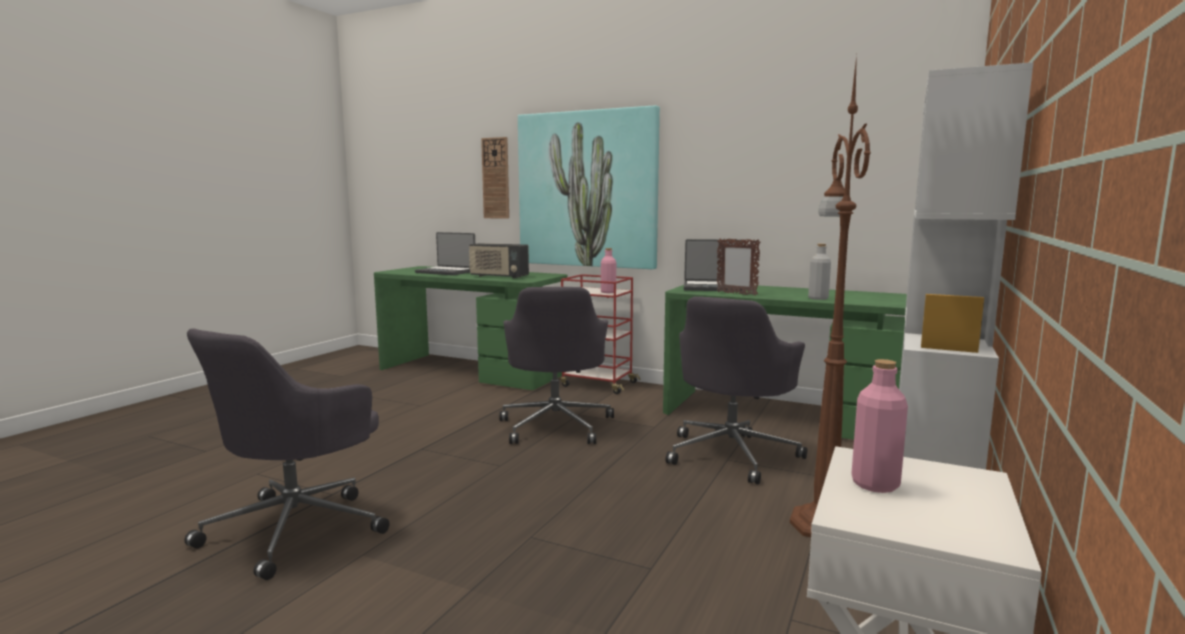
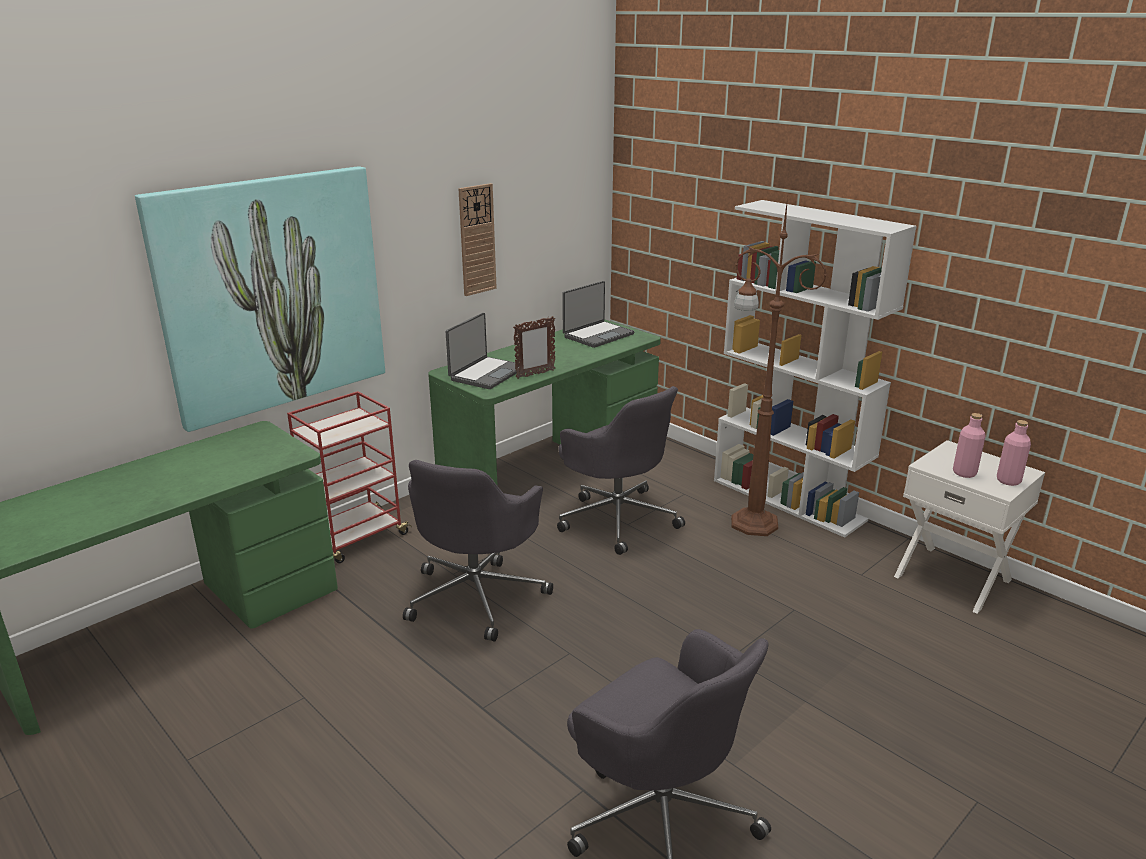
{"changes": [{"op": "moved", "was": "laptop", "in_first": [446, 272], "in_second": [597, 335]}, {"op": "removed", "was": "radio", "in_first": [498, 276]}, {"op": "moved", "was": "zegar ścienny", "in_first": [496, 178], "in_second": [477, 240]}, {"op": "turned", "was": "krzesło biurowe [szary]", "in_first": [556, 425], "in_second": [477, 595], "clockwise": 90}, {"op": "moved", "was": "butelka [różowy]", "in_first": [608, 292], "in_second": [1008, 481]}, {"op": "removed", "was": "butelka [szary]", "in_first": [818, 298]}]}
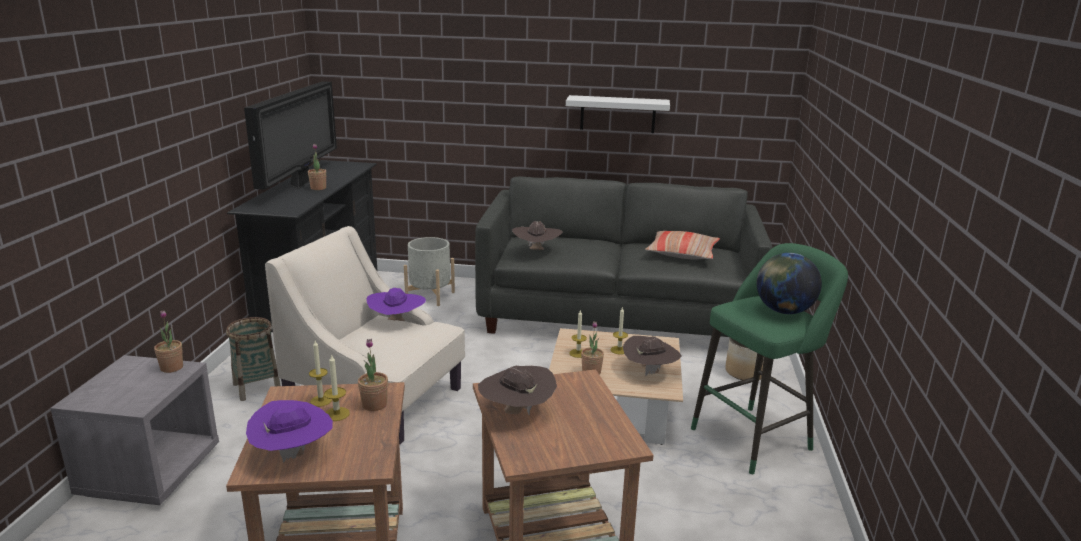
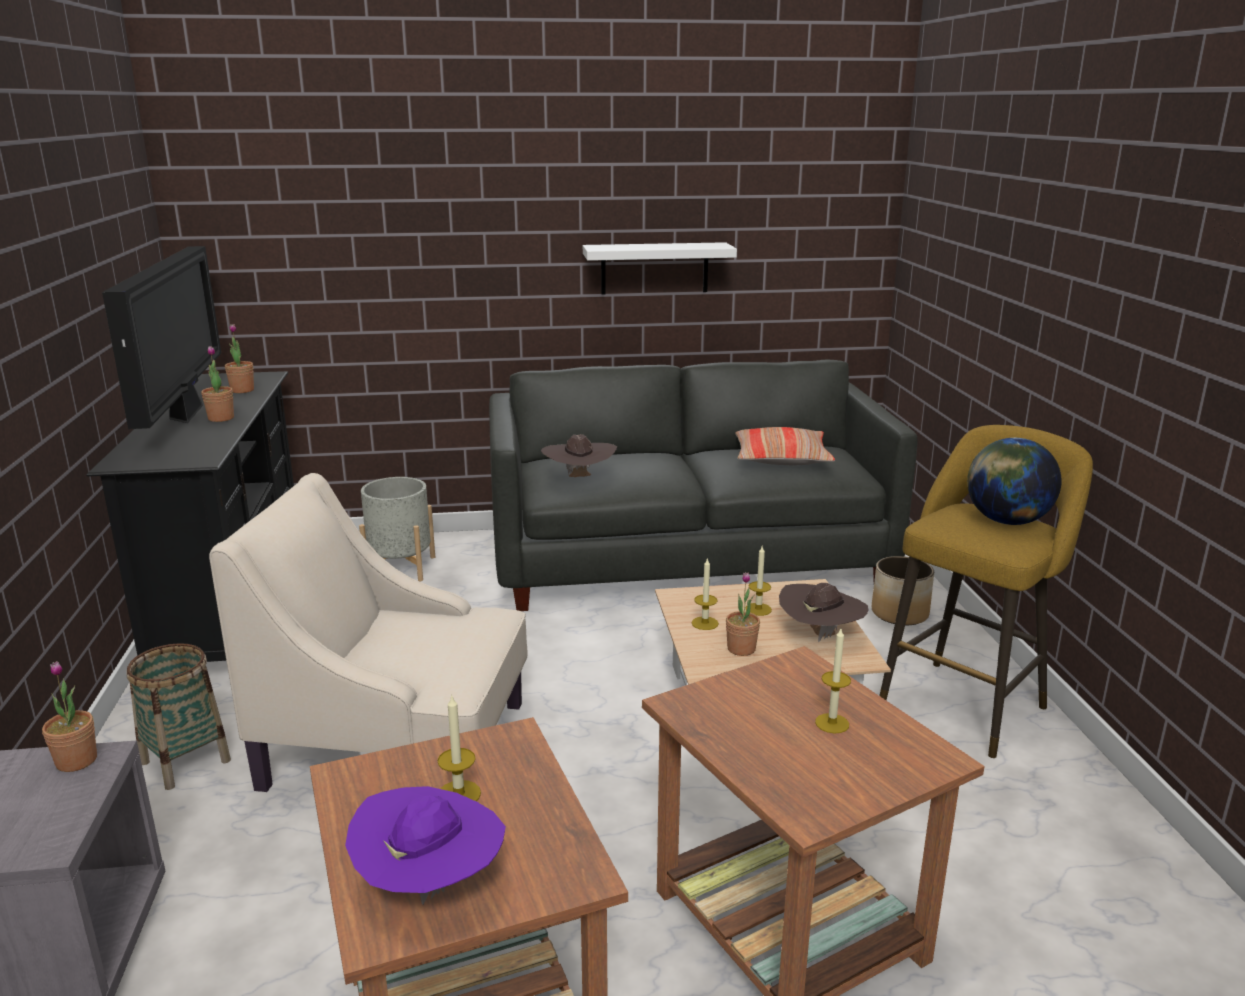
{"changes": [{"op": "moved", "was": "świeca", "in_first": [321, 401], "in_second": [832, 723]}, {"op": "moved", "was": "roślina doniczkowa", "in_first": [374, 405], "in_second": [242, 390]}, {"op": "removed", "was": "kapelusz [fioletowy]", "in_first": [397, 322]}, {"op": "removed", "was": "kapelusz [brązowy]", "in_first": [516, 412]}, {"op": "recoloured", "was": "stołek [zielony]", "now": "stołek [żółty]", "in_first": [756, 437], "in_second": [967, 703]}]}
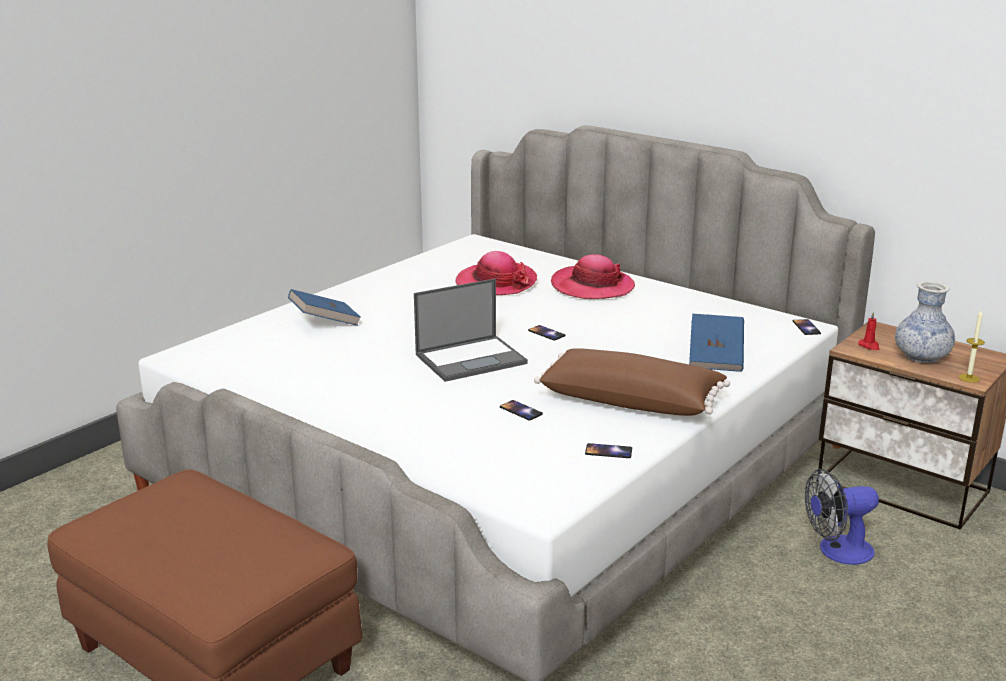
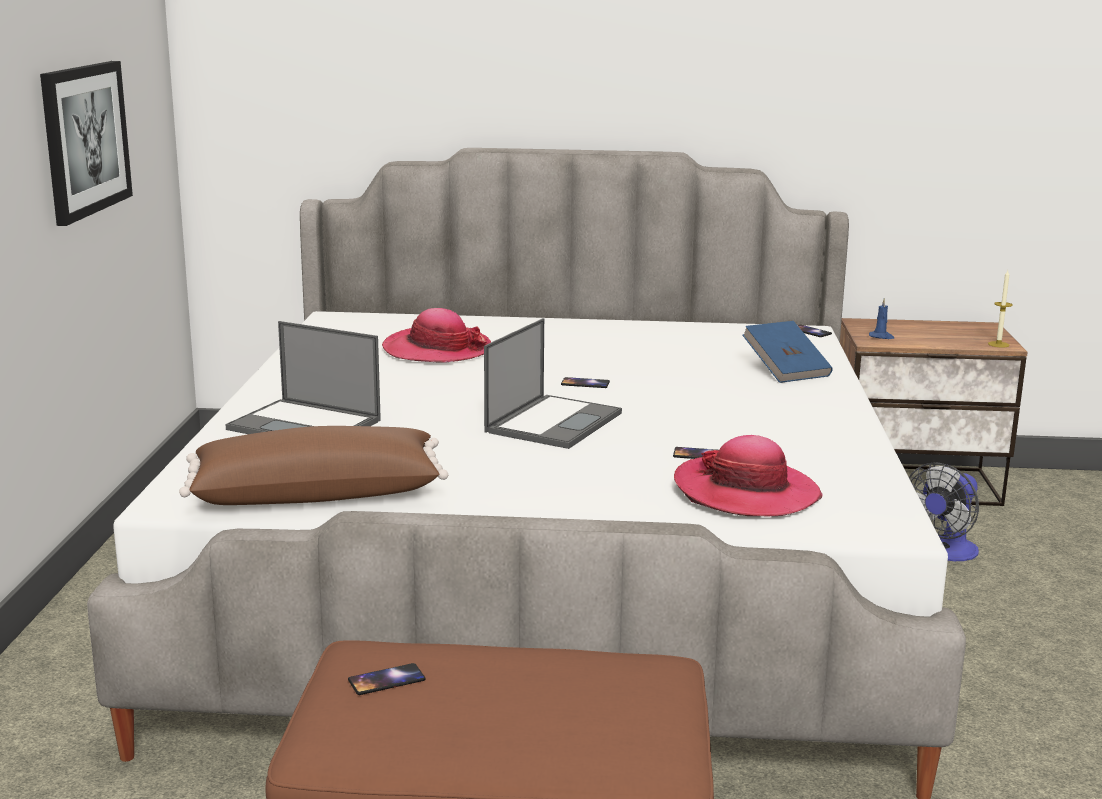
{"changes": [{"op": "replaced", "was": "książka [niebieski]", "now": "laptop", "in_first": [325, 322], "in_second": [306, 425]}, {"op": "moved", "was": "poduszka [brązowy]", "in_first": [631, 401], "in_second": [317, 494]}, {"op": "moved", "was": "kapelusz", "in_first": [592, 287], "in_second": [746, 492]}, {"op": "moved", "was": "telefon", "in_first": [608, 451], "in_second": [387, 680]}, {"op": "recoloured", "was": "świeca [czerwony]", "now": "świeca [niebieski]", "in_first": [869, 346], "in_second": [881, 337]}, {"op": "removed", "was": "wazon", "in_first": [921, 357]}, {"op": "added", "now": "obraz", "in_second": [85, 139]}]}
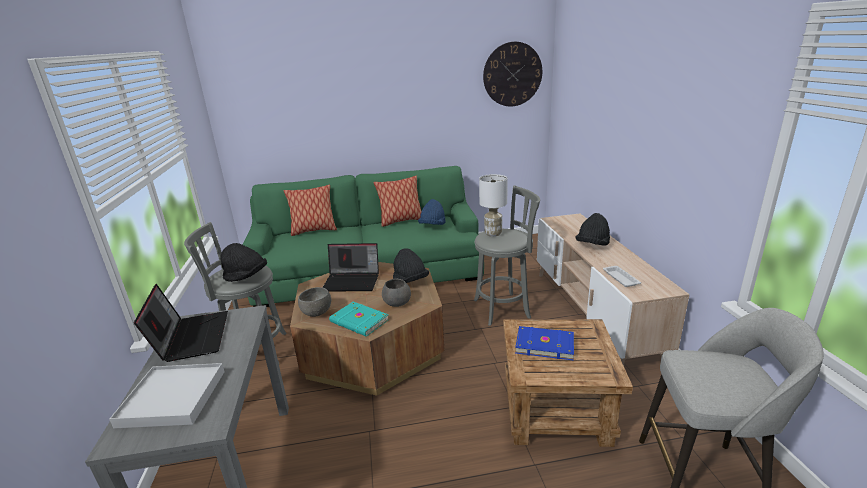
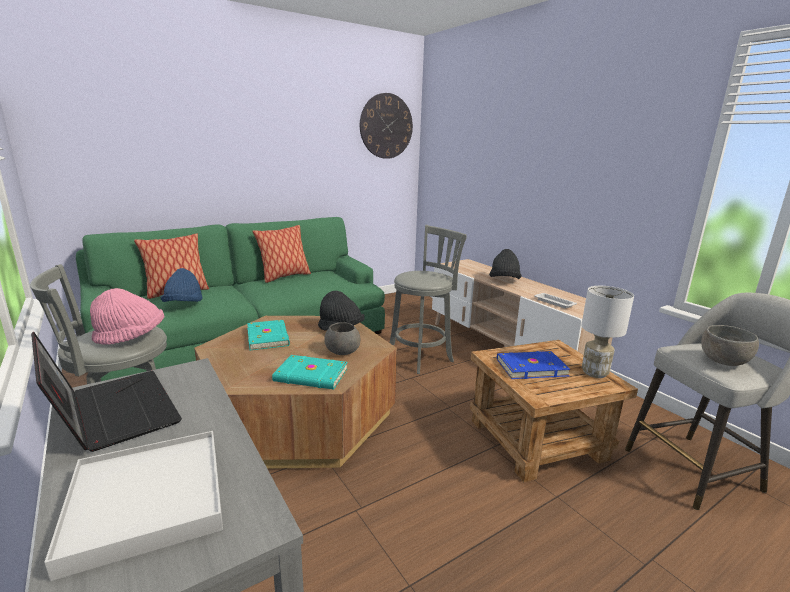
{"changes": [{"op": "recoloured", "was": "kapelusz [czarny]", "now": "kapelusz [różowy]", "in_first": [246, 277], "in_second": [131, 337]}, {"op": "moved", "was": "miska [szary]", "in_first": [317, 312], "in_second": [722, 361]}, {"op": "replaced", "was": "laptop", "now": "książka [turkusowy]", "in_first": [352, 281], "in_second": [269, 337]}, {"op": "moved", "was": "kapelusz [niebieski]", "in_first": [432, 226], "in_second": [183, 304]}, {"op": "moved", "was": "lampa stołowa [biały]", "in_first": [492, 233], "in_second": [594, 373]}]}
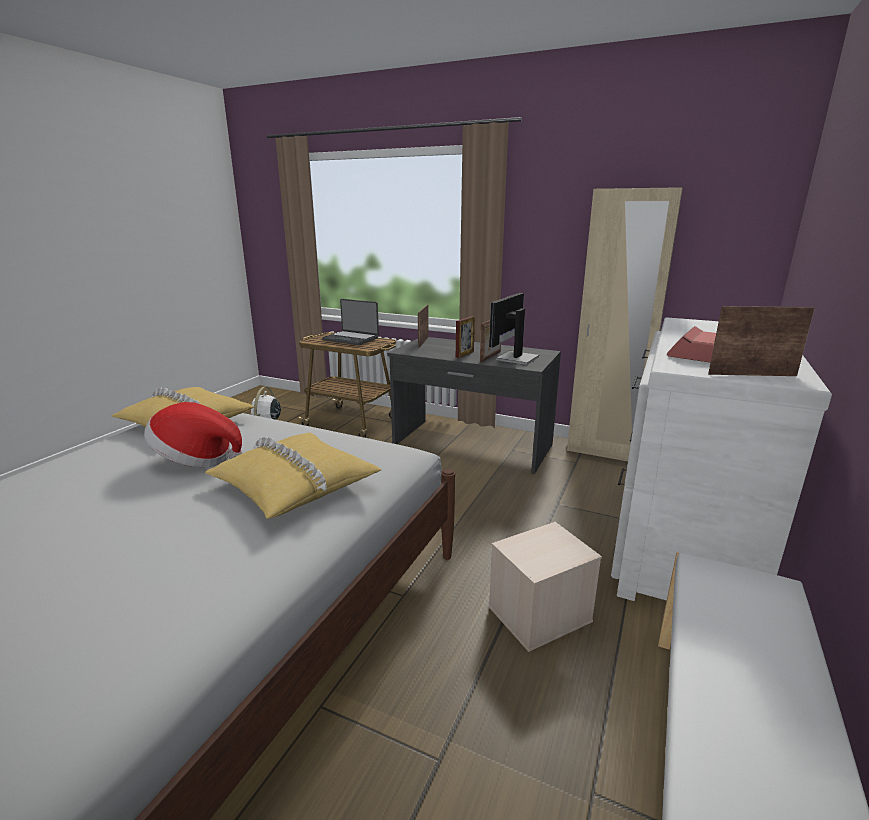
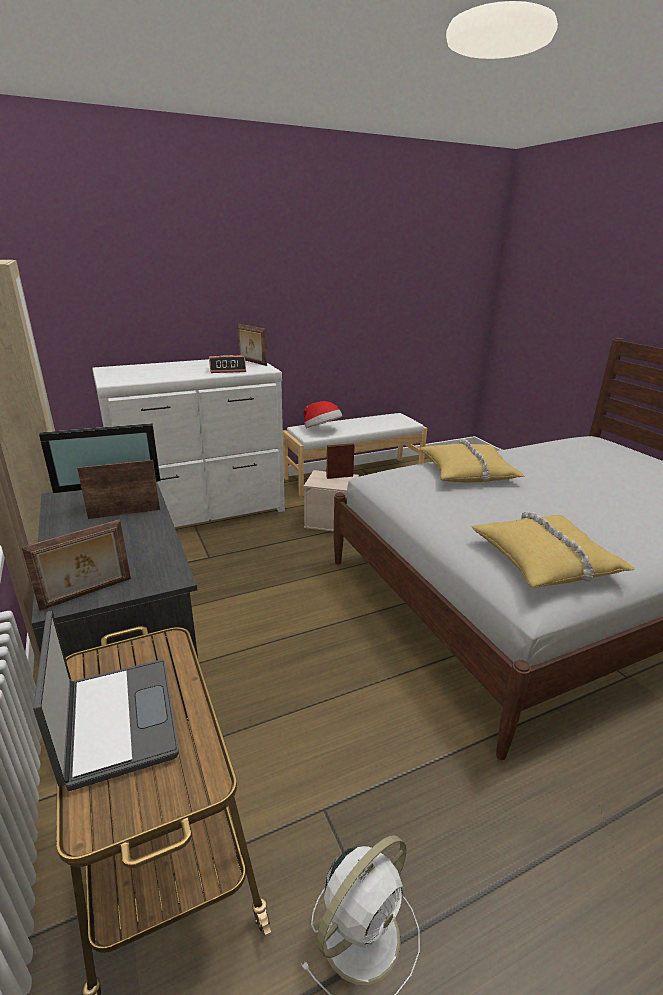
{"changes": [{"op": "moved", "was": "kapelusz", "in_first": [196, 459], "in_second": [322, 430]}, {"op": "moved", "was": "ramka na zdjęcie", "in_first": [464, 354], "in_second": [339, 477]}]}
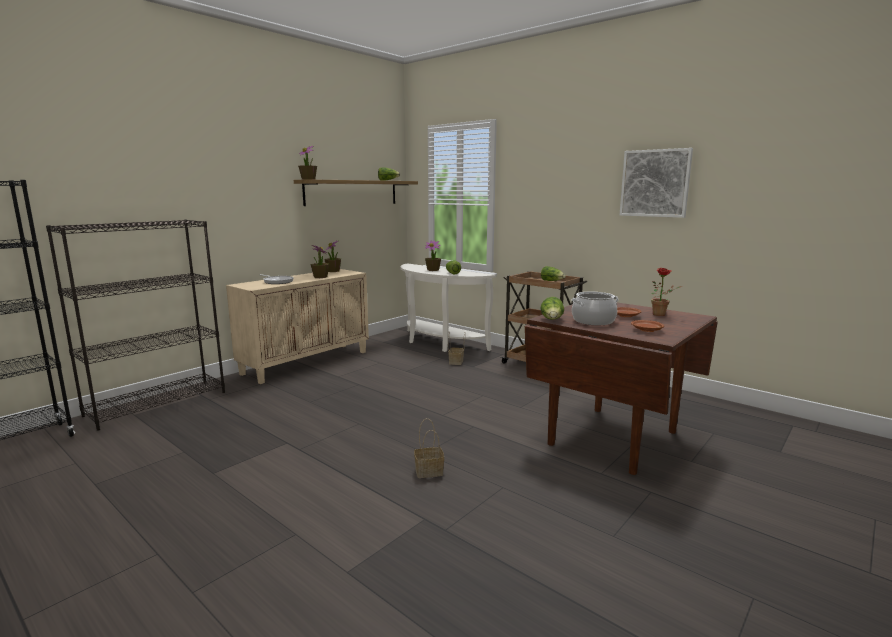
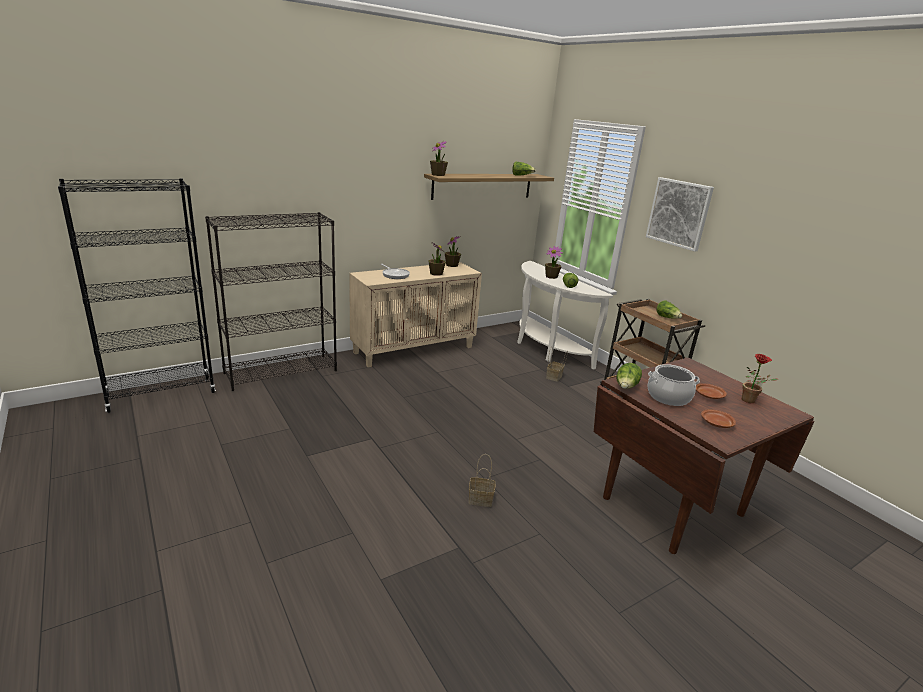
{"changes": [{"op": "moved", "was": "obraz", "in_first": [655, 183], "in_second": [679, 213]}]}
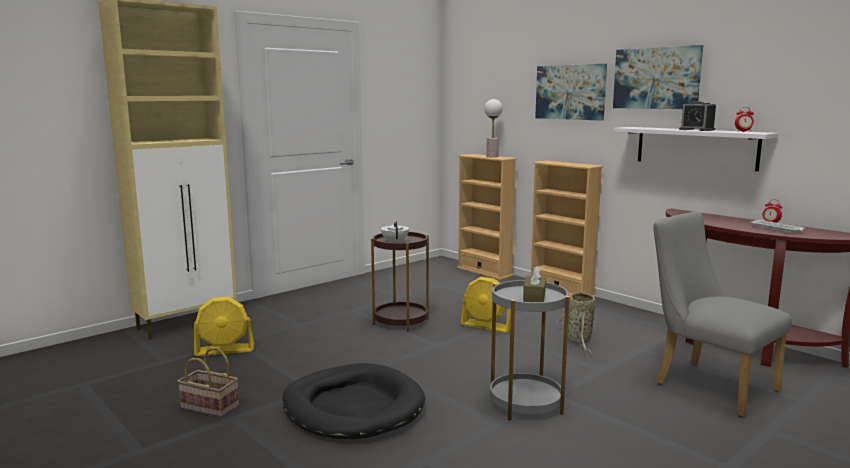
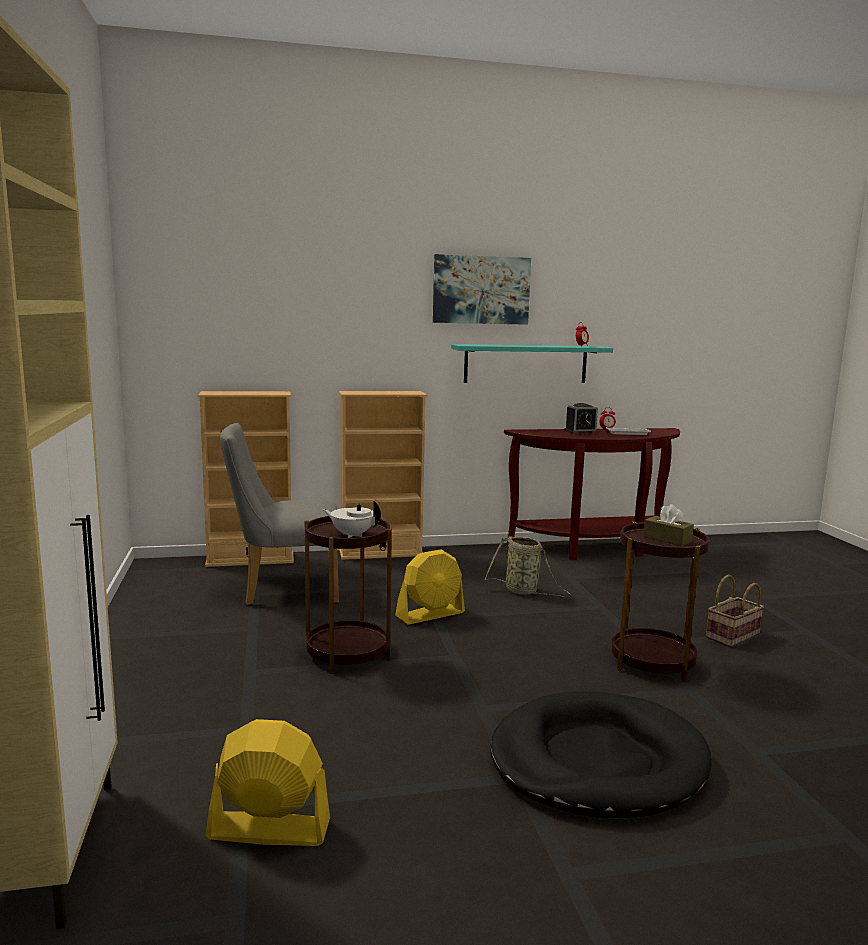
{"changes": [{"op": "moved", "was": "koszyk", "in_first": [208, 407], "in_second": [733, 637]}, {"op": "turned", "was": "wentylator [żółty]", "in_first": [225, 350], "in_second": [268, 829], "clockwise": -105}, {"op": "removed", "was": "lampa stołowa", "in_first": [492, 156]}, {"op": "recoloured", "was": "stolik [szary]", "now": "stolik [brązowy]", "in_first": [525, 403], "in_second": [652, 662]}, {"op": "removed", "was": "obraz", "in_first": [570, 92]}, {"op": "recoloured", "was": "półka [biały]", "now": "półka [turkusowy]", "in_first": [695, 147], "in_second": [526, 364]}, {"op": "moved", "was": "krzesło [szary]", "in_first": [707, 384], "in_second": [283, 590]}, {"op": "moved", "was": "budzik", "in_first": [696, 130], "in_second": [581, 431]}]}
